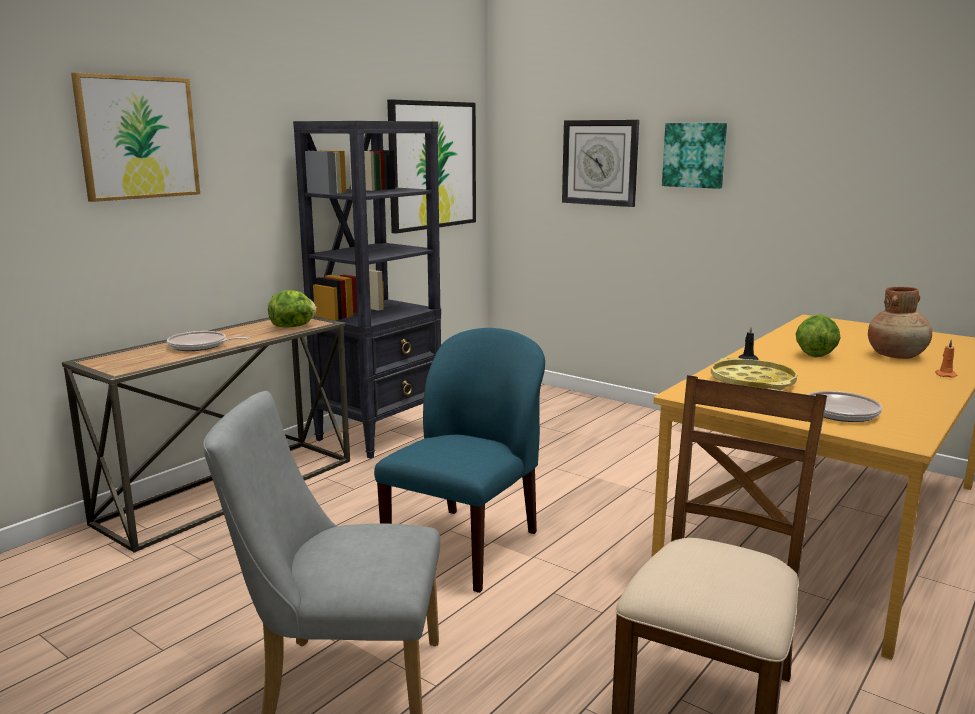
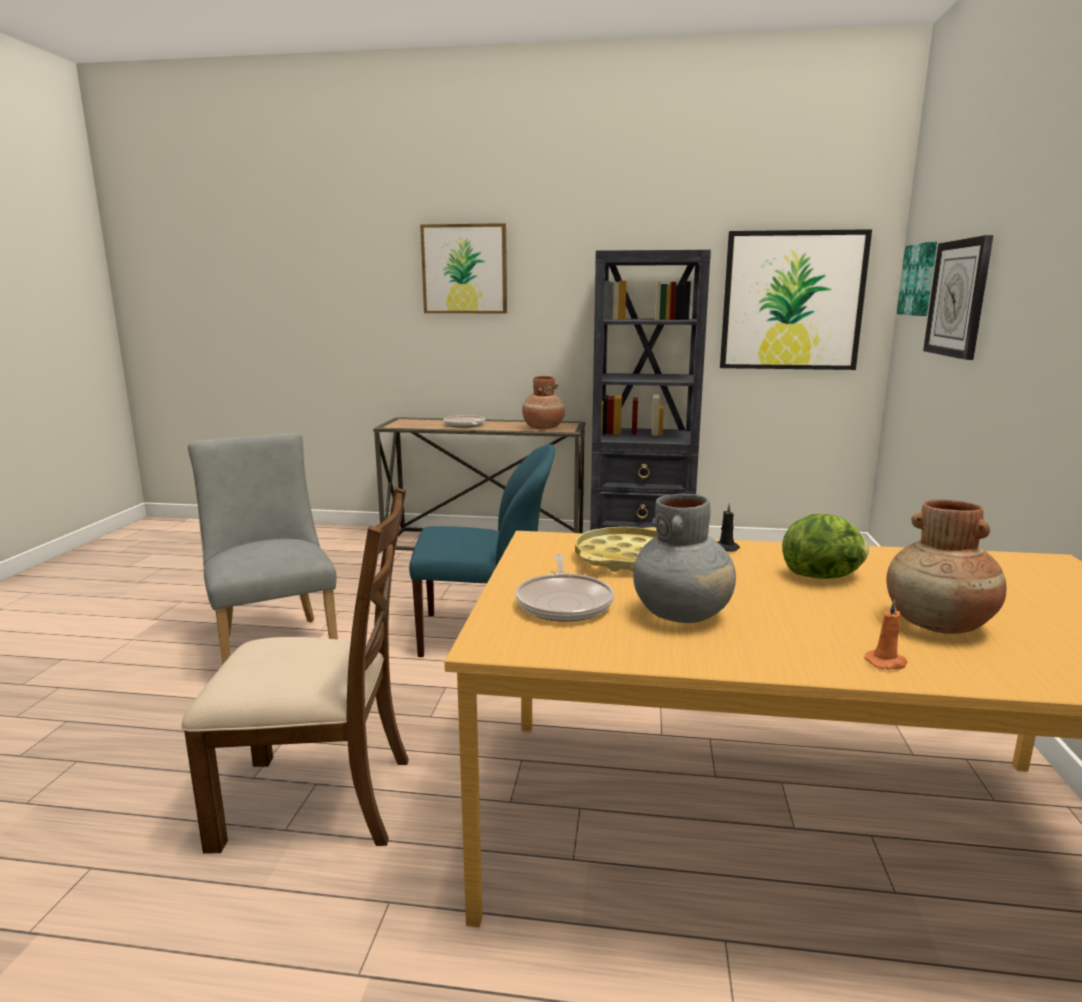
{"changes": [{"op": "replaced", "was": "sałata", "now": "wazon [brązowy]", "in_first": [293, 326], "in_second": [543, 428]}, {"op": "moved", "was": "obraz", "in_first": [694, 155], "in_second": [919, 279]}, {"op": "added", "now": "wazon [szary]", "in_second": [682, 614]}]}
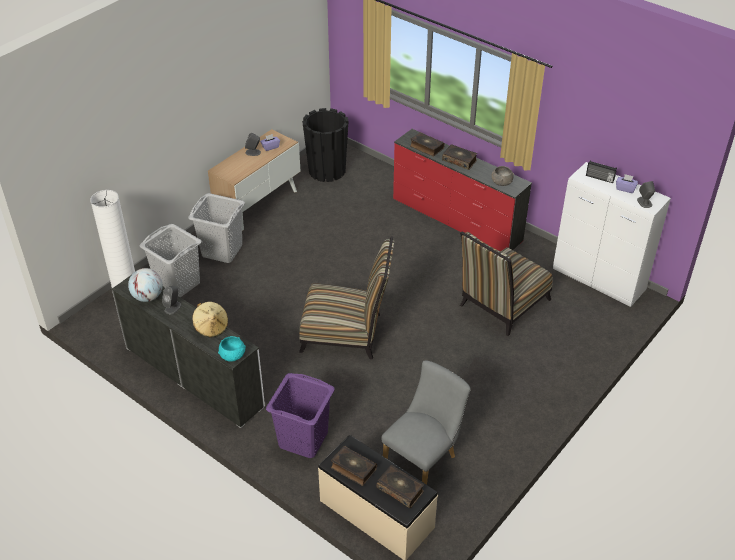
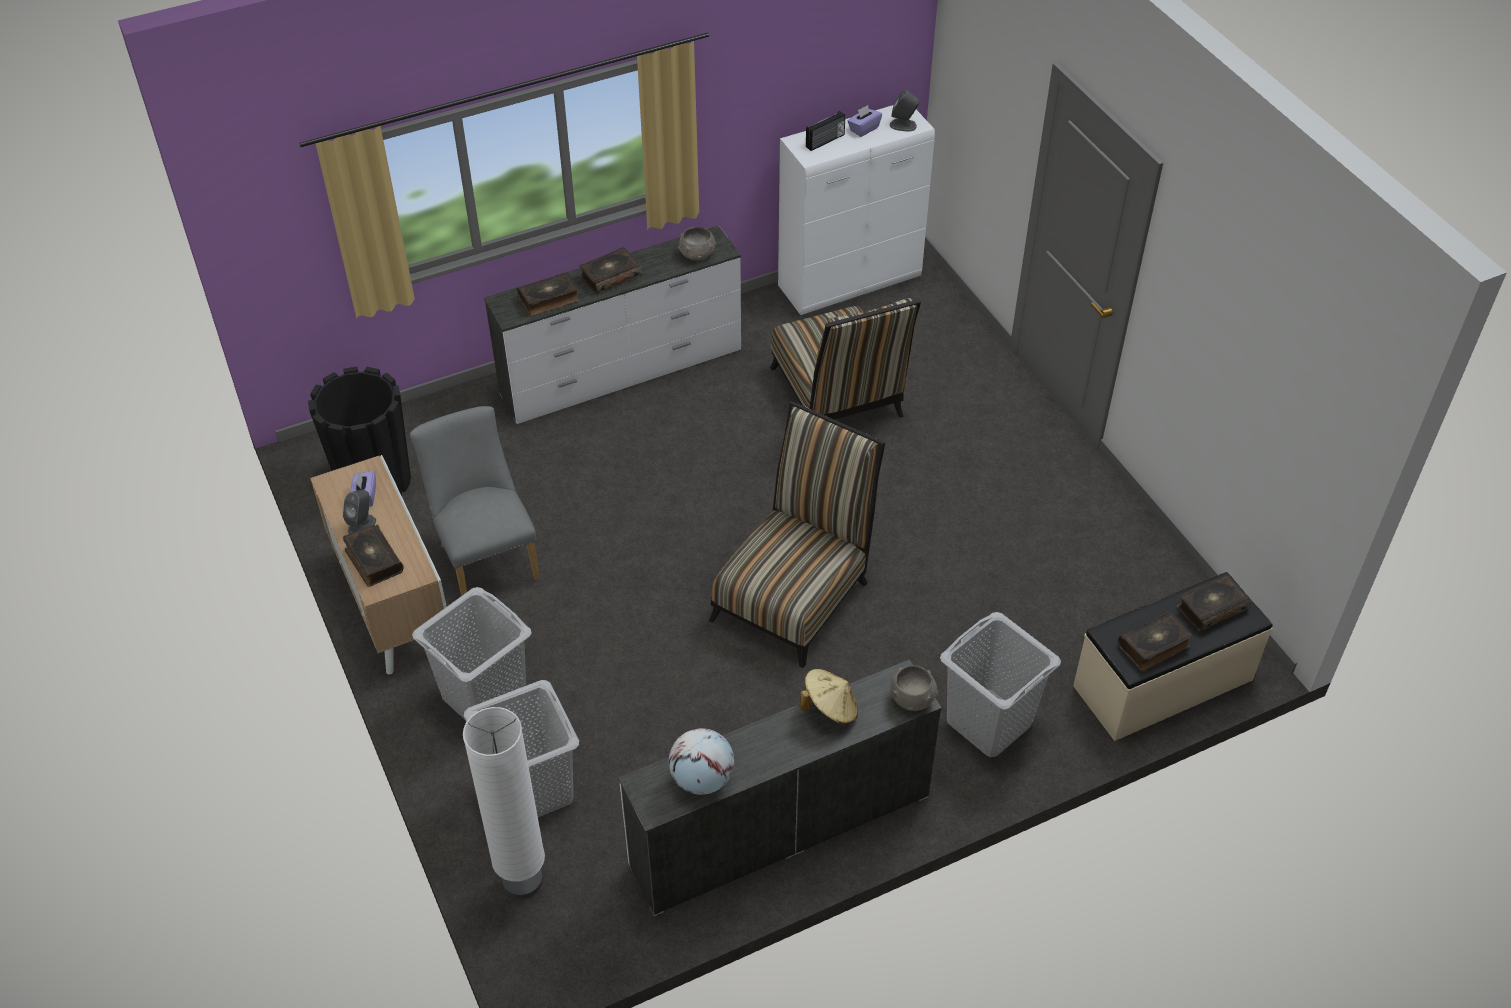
{"changes": [{"op": "removed", "was": "głośnik [szary]", "in_first": [173, 307]}, {"op": "recoloured", "was": "miska [turkusowy]", "now": "miska [szary]", "in_first": [233, 355], "in_second": [912, 698]}, {"op": "recoloured", "was": "kosz na pranie [fioletowy]", "now": "kosz na pranie [szary]", "in_first": [303, 439], "in_second": [989, 723]}, {"op": "moved", "was": "krzesło [szary]", "in_first": [424, 459], "in_second": [486, 557]}, {"op": "recoloured", "was": "komoda [czerwony]", "now": "komoda [biały]", "in_first": [456, 220], "in_second": [622, 372]}, {"op": "added", "now": "książka", "in_second": [373, 561]}]}
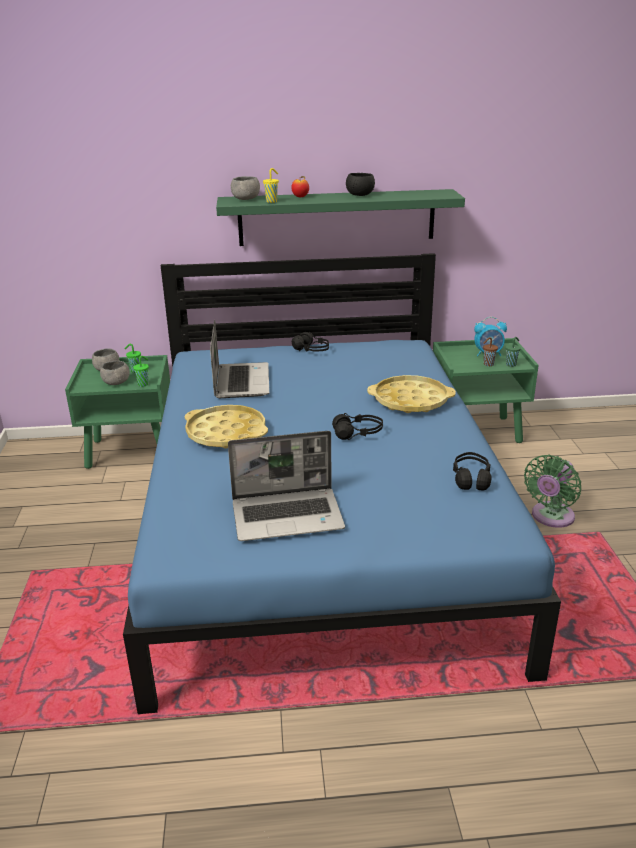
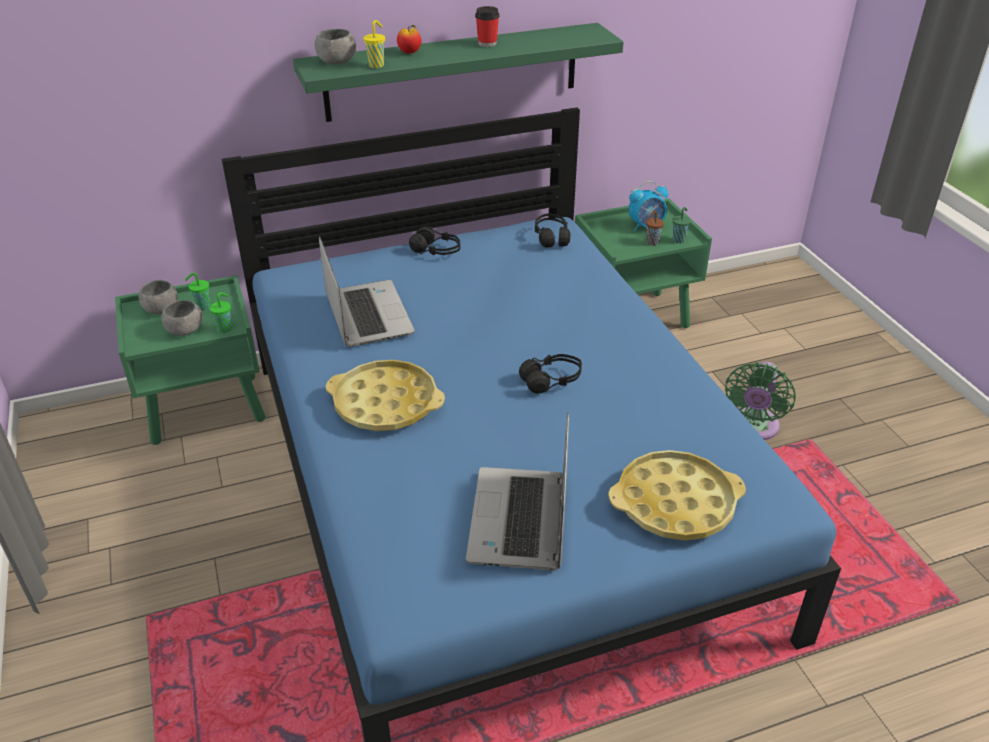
{"changes": [{"op": "turned", "was": "laptop", "in_first": [288, 515], "in_second": [520, 521], "clockwise": 120}, {"op": "replaced", "was": "miska [czarny]", "now": "filiżanka", "in_first": [360, 195], "in_second": [487, 43]}, {"op": "moved", "was": "taca [żółty]", "in_first": [410, 400], "in_second": [675, 503]}, {"op": "moved", "was": "słuchawki [czarny]", "in_first": [471, 479], "in_second": [551, 237]}]}
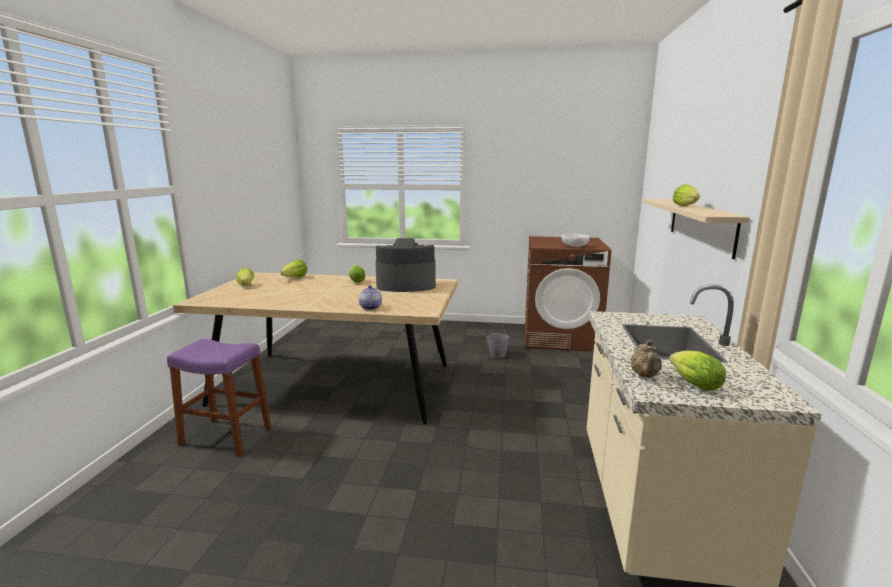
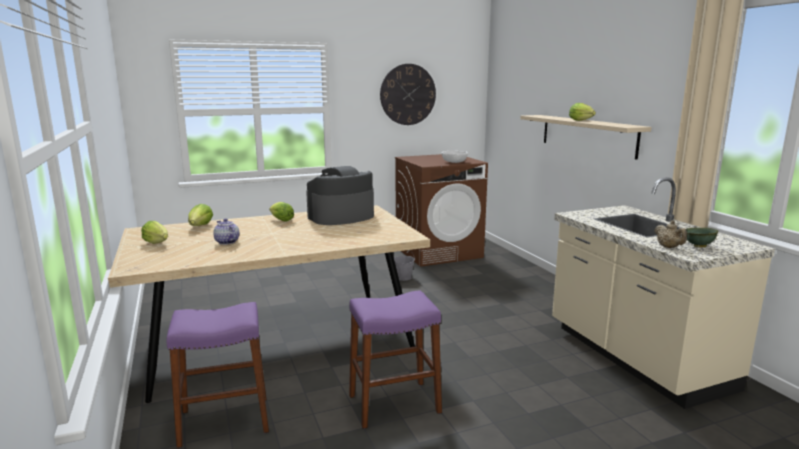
{"changes": [{"op": "moved", "was": "imbryk", "in_first": [370, 307], "in_second": [226, 242]}, {"op": "replaced", "was": "sałata", "now": "miska [zielony]", "in_first": [692, 383], "in_second": [698, 246]}, {"op": "added", "now": "stołek [fioletowy]", "in_second": [394, 404]}, {"op": "added", "now": "zegar ścienny", "in_second": [408, 94]}]}
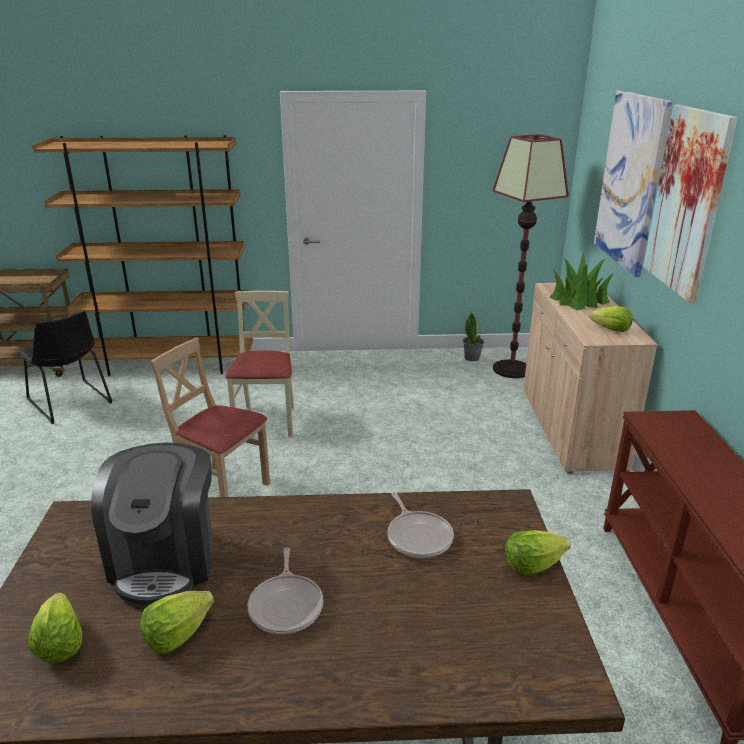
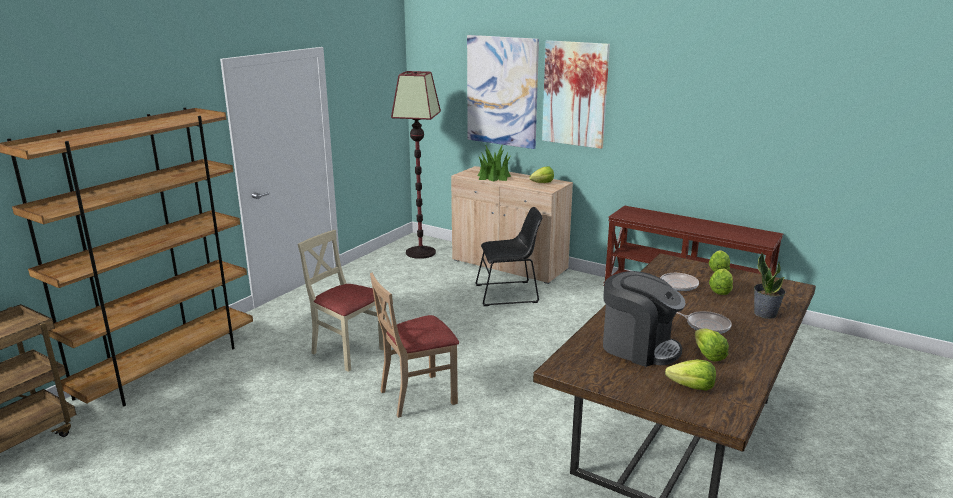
{"changes": [{"op": "moved", "was": "krzesło [czarny]", "in_first": [71, 403], "in_second": [509, 293]}, {"op": "moved", "was": "roślina doniczkowa", "in_first": [472, 358], "in_second": [765, 313]}, {"op": "added", "now": "sałata", "in_second": [720, 290]}]}
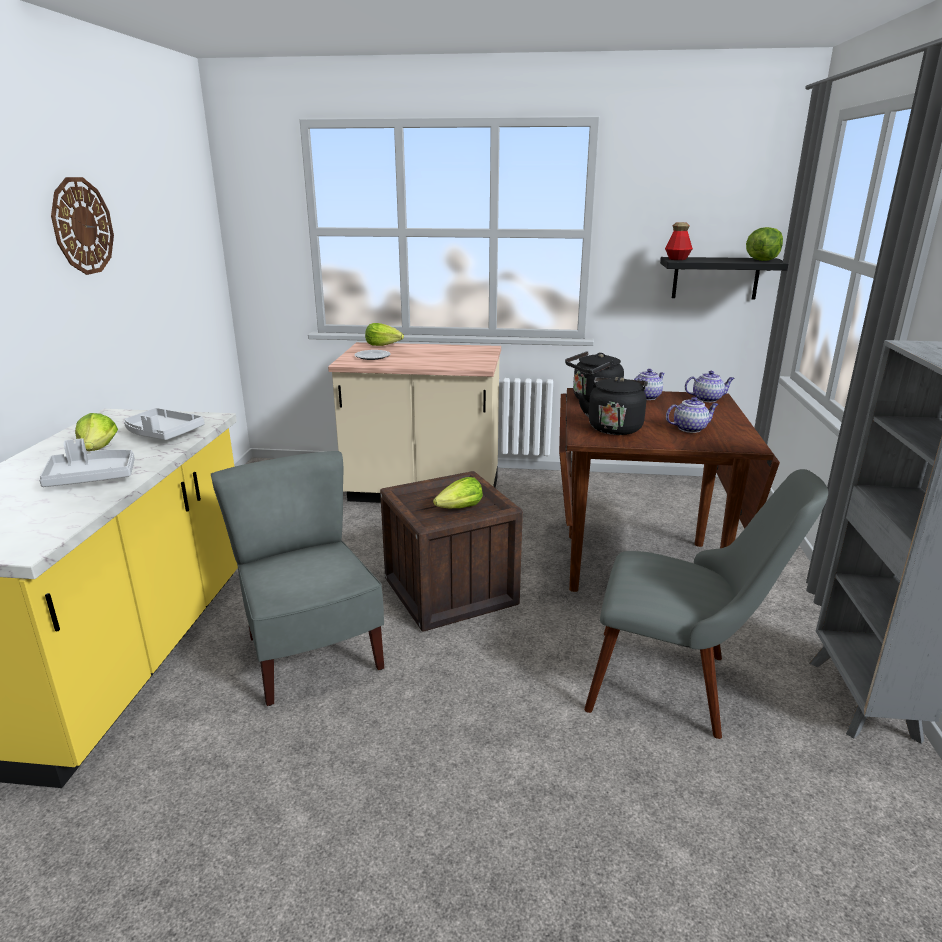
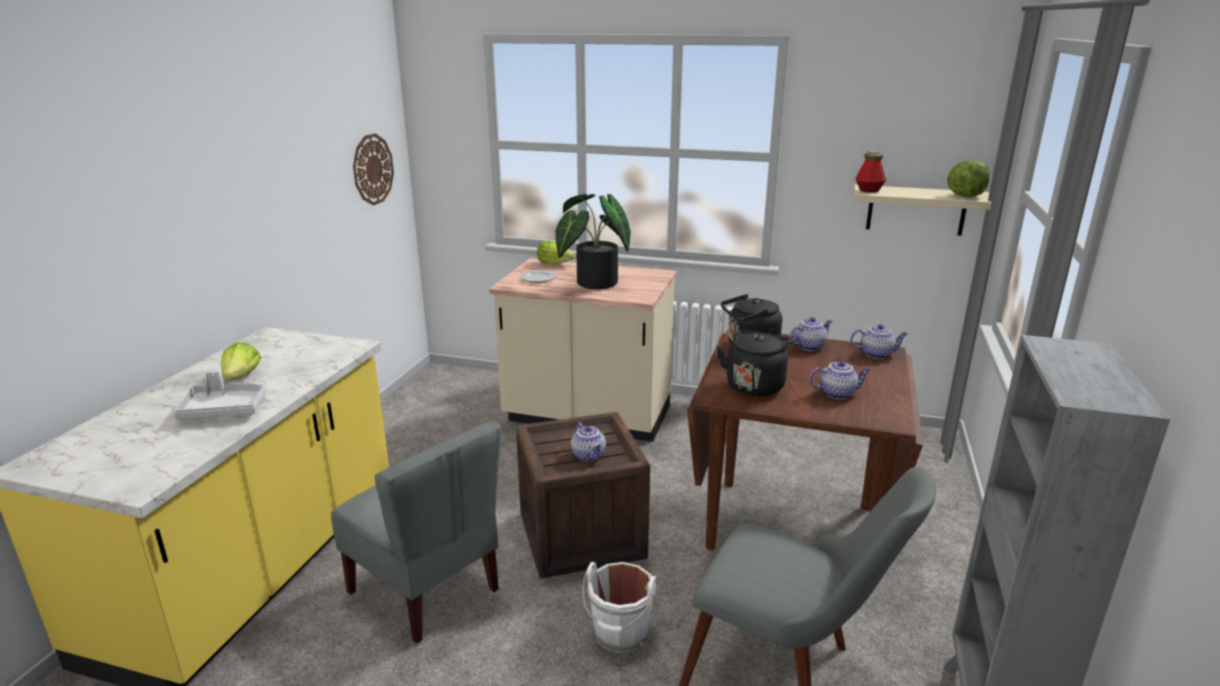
{"changes": [{"op": "moved", "was": "zegar ścienny", "in_first": [82, 226], "in_second": [372, 169]}, {"op": "removed", "was": "taca [szary]", "in_first": [163, 434]}, {"op": "turned", "was": "krzesło [szary]", "in_first": [311, 654], "in_second": [426, 590], "clockwise": 150}, {"op": "replaced", "was": "sałata", "now": "imbryk", "in_first": [460, 508], "in_second": [589, 456]}, {"op": "recoloured", "was": "półka [czarny]", "now": "półka [beżowy]", "in_first": [715, 278], "in_second": [916, 210]}, {"op": "added", "now": "roślina doniczkowa", "in_second": [592, 283]}, {"op": "added", "now": "wiadro [biały]", "in_second": [620, 634]}]}
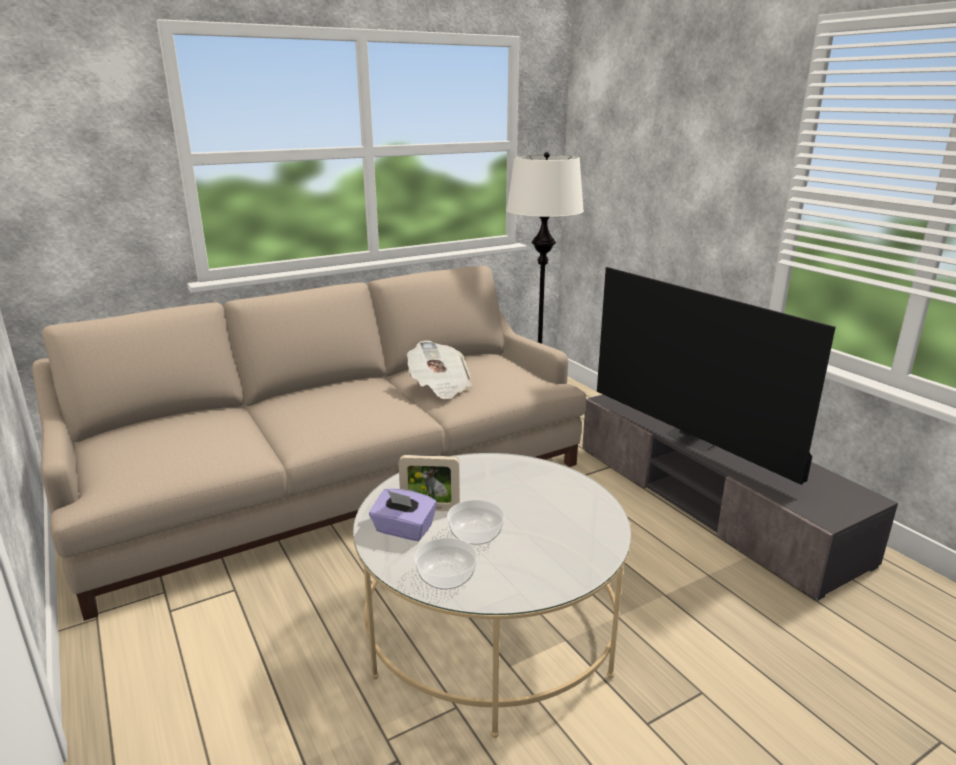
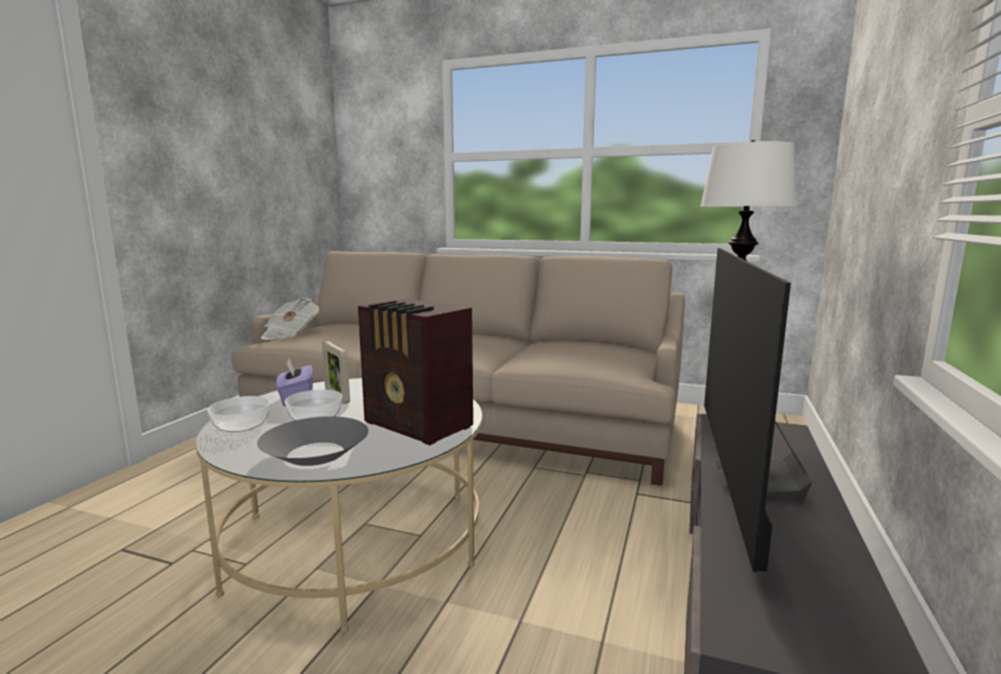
{"changes": [{"op": "moved", "was": "gazeta", "in_first": [439, 386], "in_second": [289, 334]}, {"op": "added", "now": "miska [szary]", "in_second": [316, 453]}, {"op": "added", "now": "radio", "in_second": [418, 425]}]}
